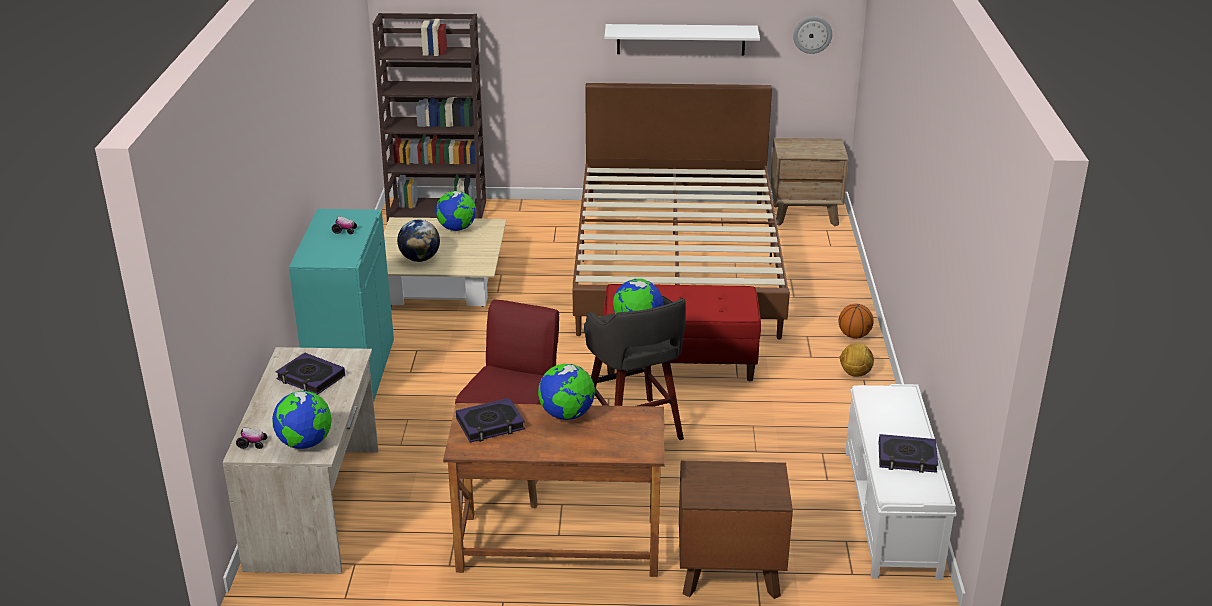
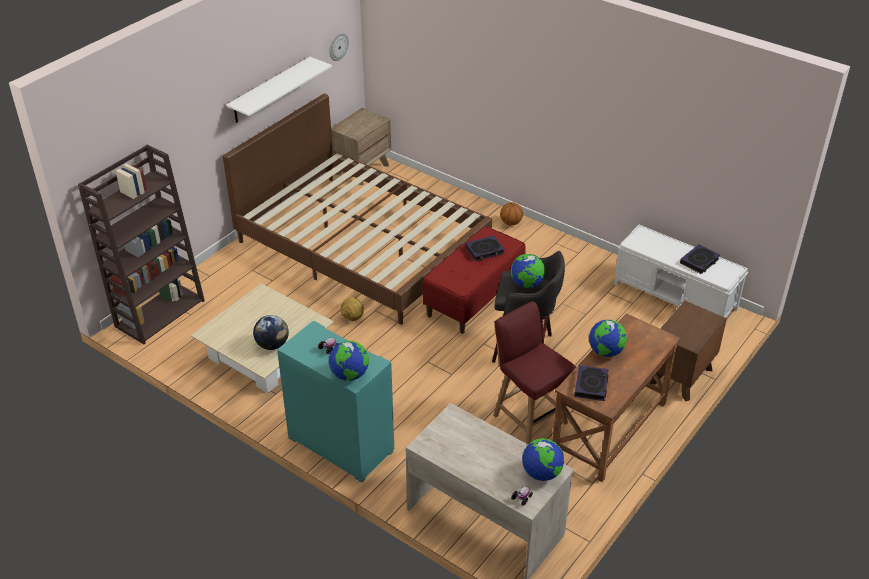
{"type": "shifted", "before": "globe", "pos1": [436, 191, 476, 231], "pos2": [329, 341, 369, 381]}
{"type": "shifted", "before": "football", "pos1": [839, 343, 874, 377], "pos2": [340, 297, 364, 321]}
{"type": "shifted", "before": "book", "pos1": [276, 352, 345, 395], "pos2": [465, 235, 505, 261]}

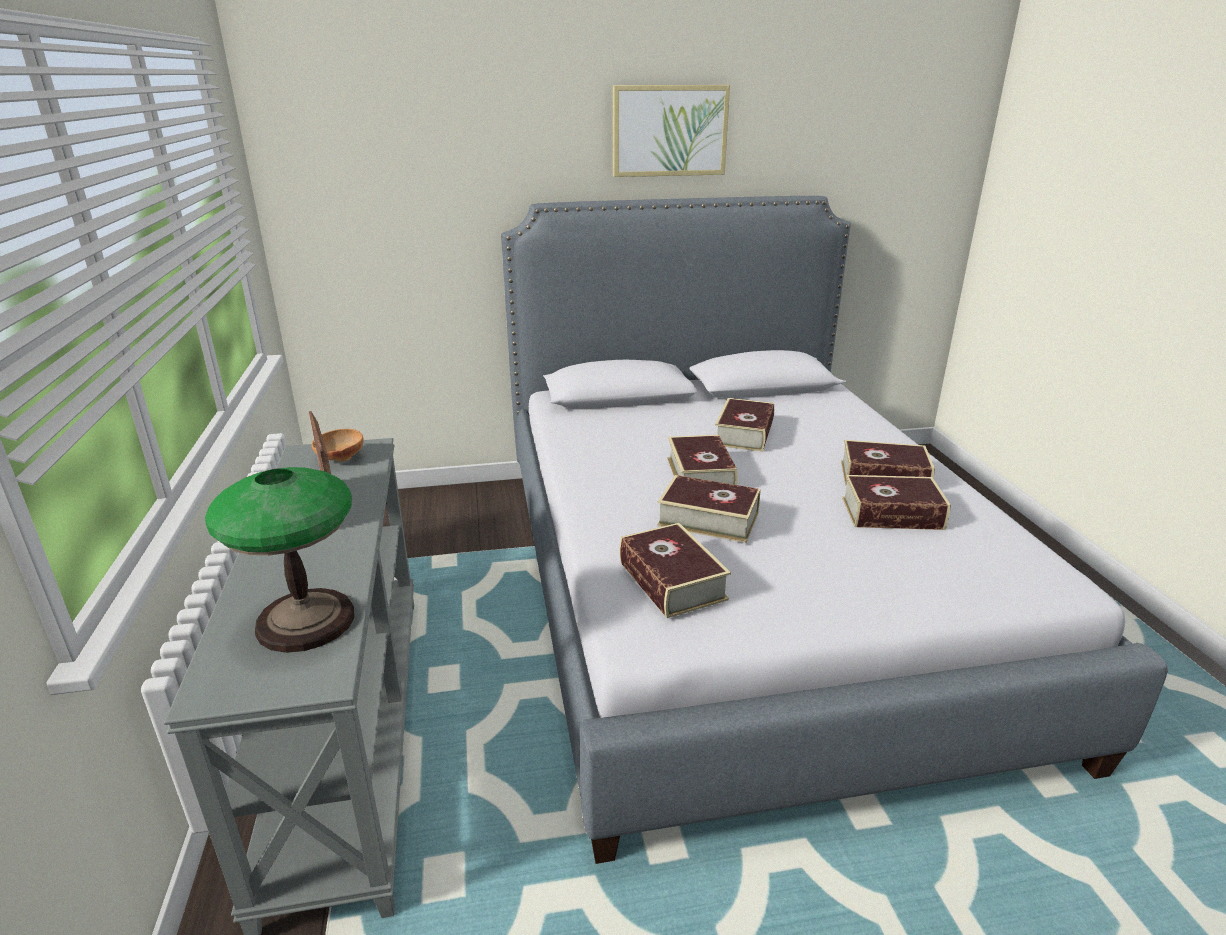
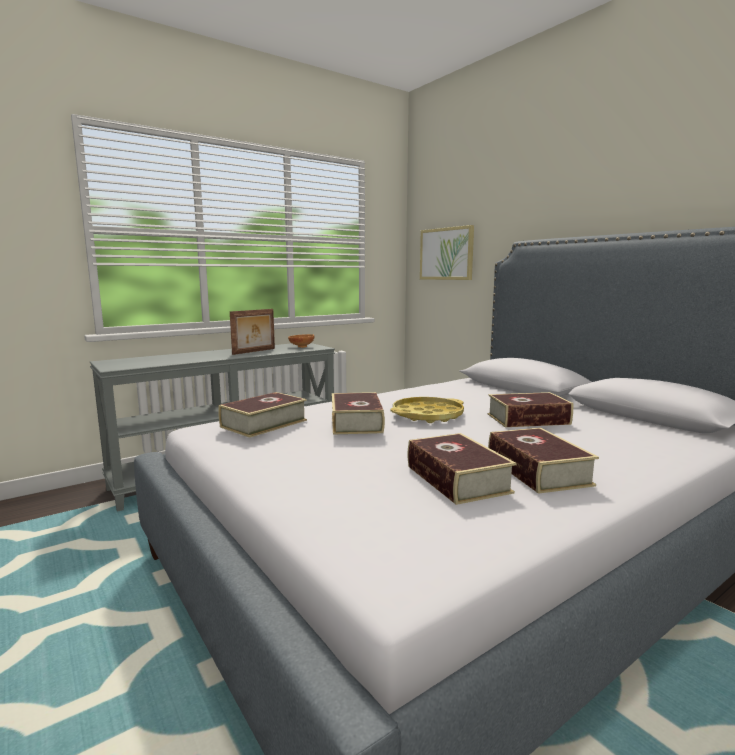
{"type": "swapped", "before": "book", "after": "tray/yellow", "pos1": [667, 435, 738, 485], "pos2": [391, 397, 464, 423]}
{"type": "shifted", "before": "picture", "pos1": [613, 85, 730, 177], "pos2": [420, 225, 474, 280]}
{"type": "gone", "before": "table lamp", "pos1": [205, 467, 355, 653]}

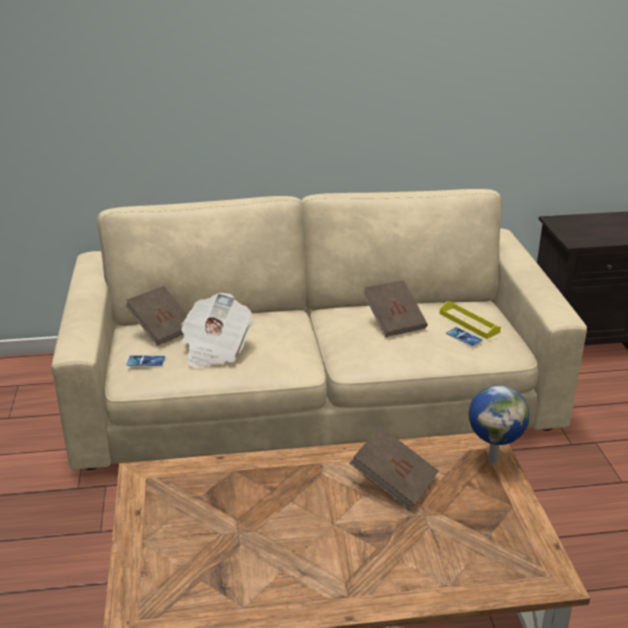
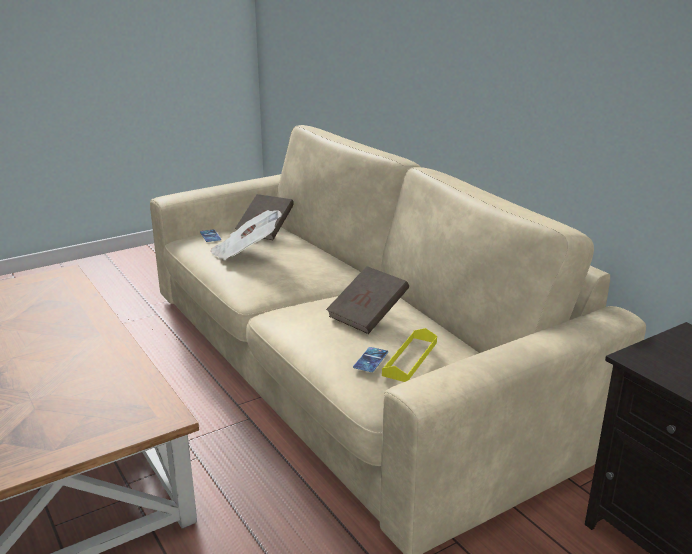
{"type": "gone", "before": "book/brown", "pos1": [350, 426, 439, 511]}
{"type": "gone", "before": "globe", "pos1": [469, 385, 529, 463]}

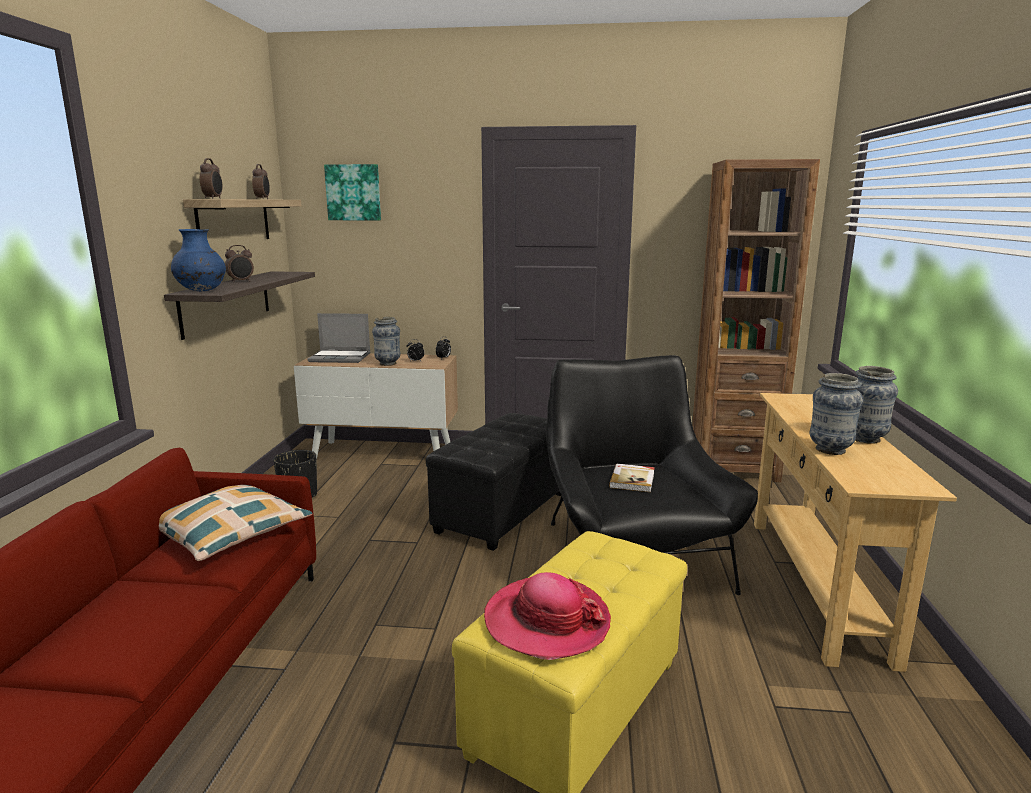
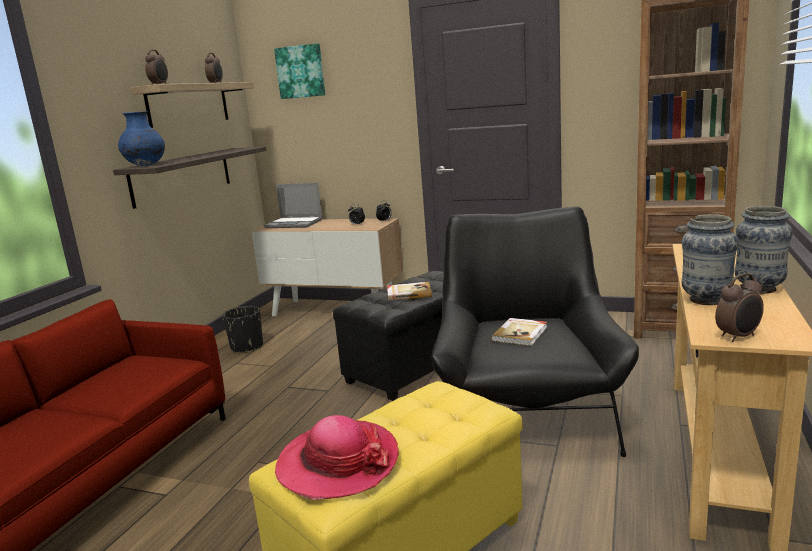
{"type": "new", "after": "book", "pos2": [387, 282, 432, 301]}
{"type": "shifted", "before": "alarm clock", "pos1": [225, 245, 254, 282], "pos2": [715, 273, 764, 342]}
{"type": "gone", "before": "pillow", "pos1": [159, 485, 312, 561]}
{"type": "gone", "before": "vase", "pos1": [372, 317, 400, 366]}

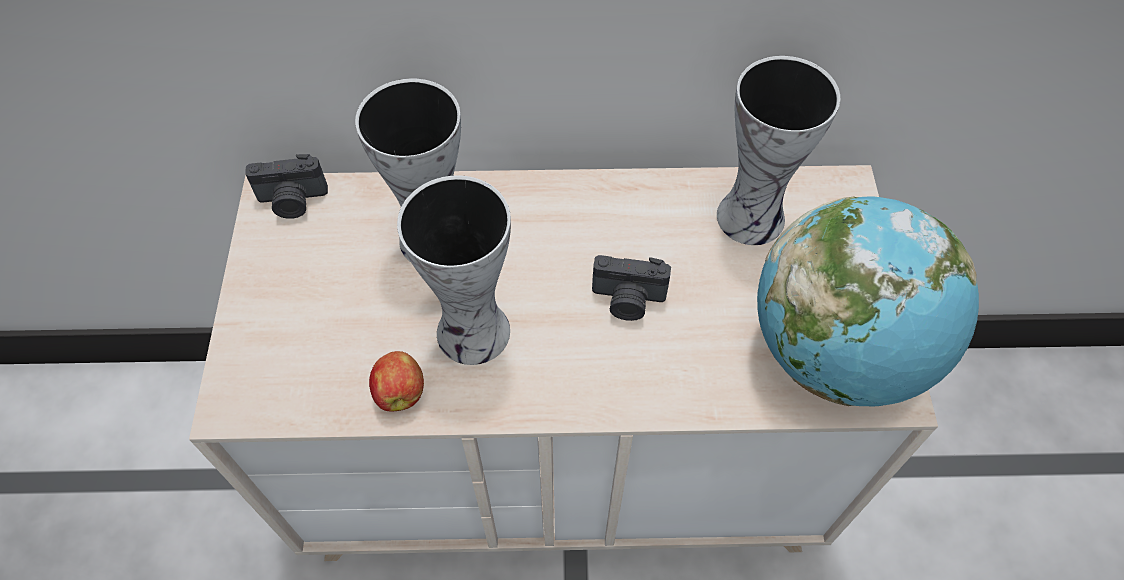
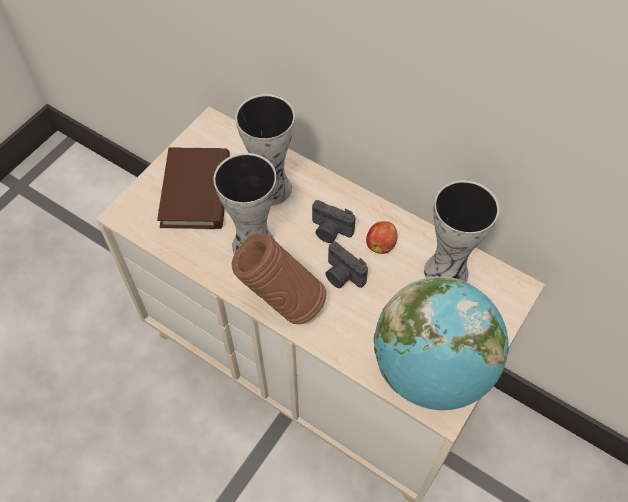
{"type": "new", "after": "book/brown", "pos2": [157, 148, 230, 229]}
{"type": "new", "after": "vase/brown", "pos2": [232, 234, 326, 324]}
{"type": "shifted", "before": "photo camera", "pos1": [245, 154, 328, 219], "pos2": [312, 200, 356, 243]}
{"type": "shifted", "before": "apple", "pos1": [369, 351, 424, 411], "pos2": [366, 221, 397, 254]}

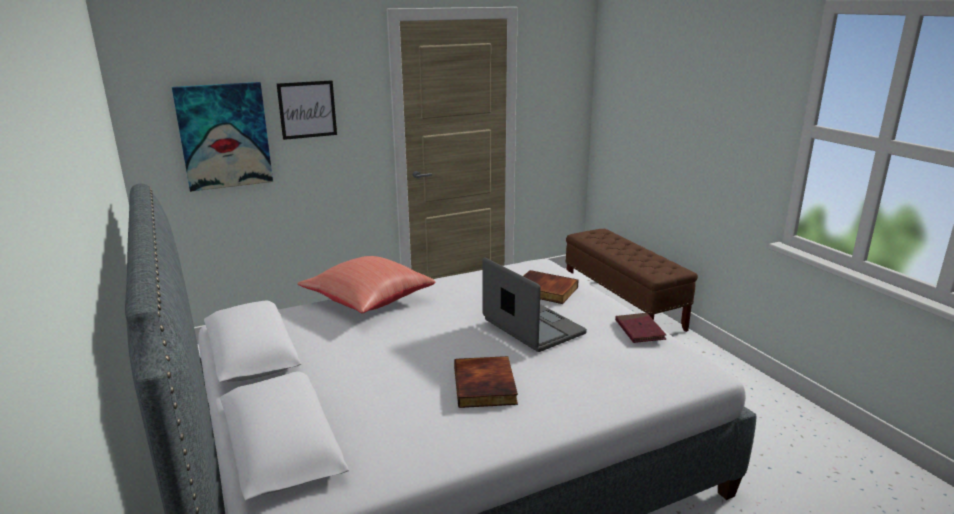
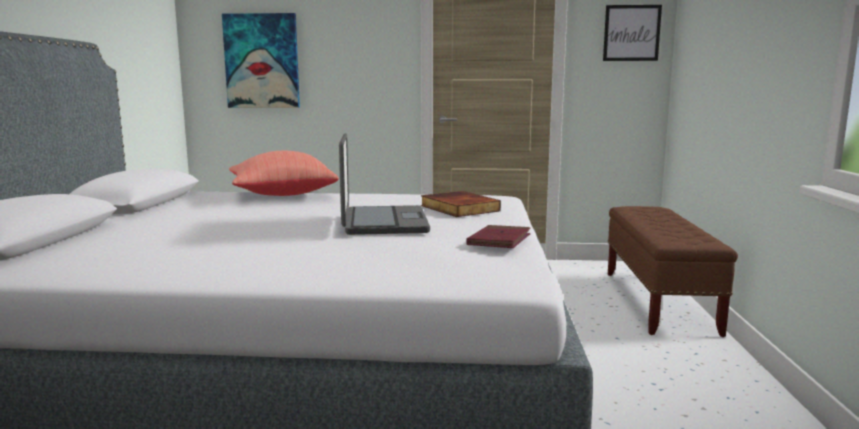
{"type": "shifted", "before": "picture", "pos1": [277, 80, 337, 140], "pos2": [603, 5, 662, 61]}
{"type": "gone", "before": "book", "pos1": [454, 356, 518, 408]}

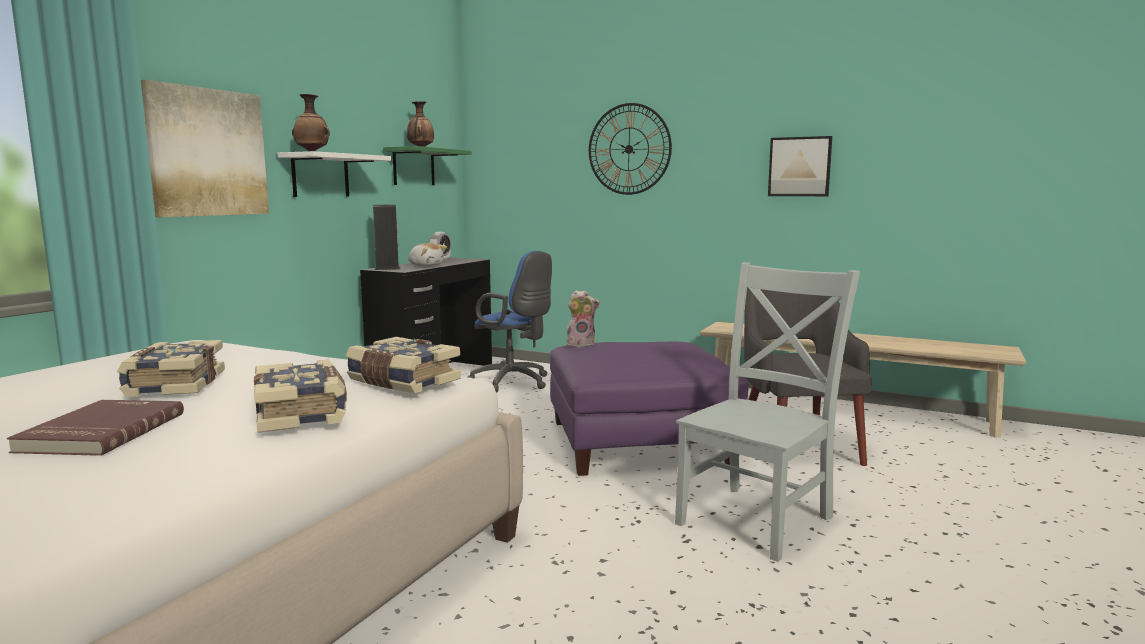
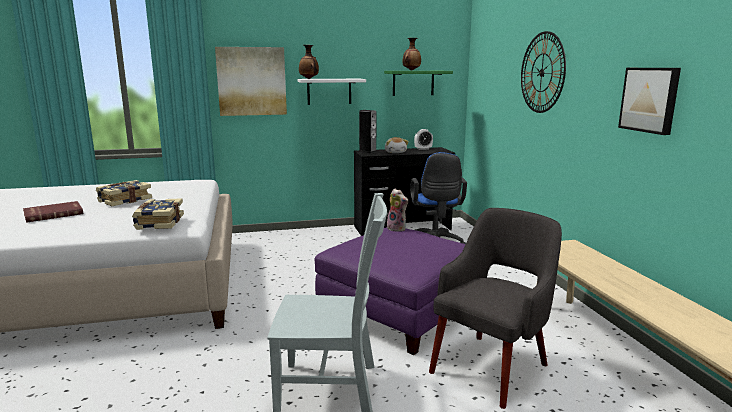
{"type": "gone", "before": "book", "pos1": [254, 360, 347, 433]}

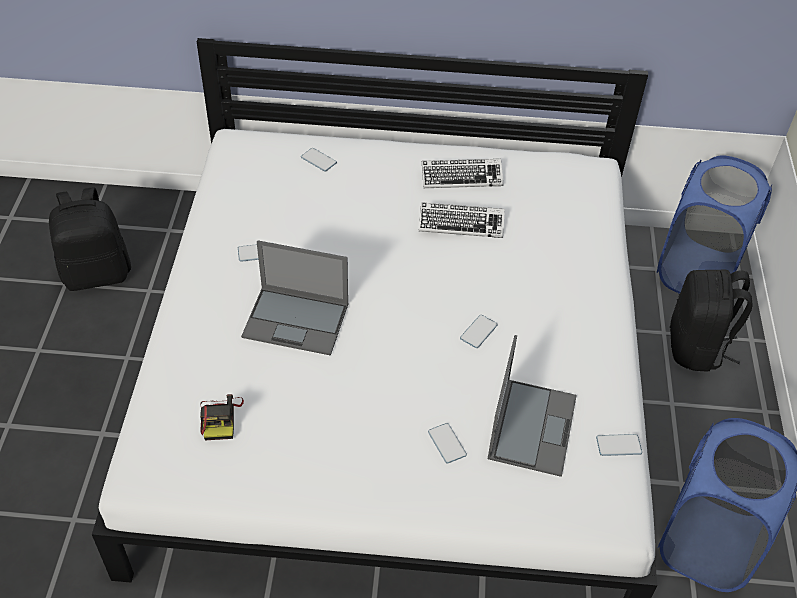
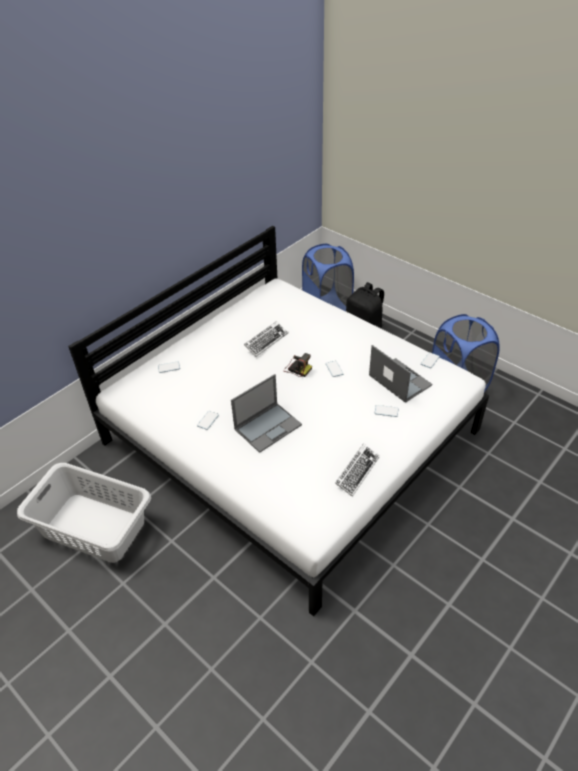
{"type": "swapped", "before": "backpack/black", "after": "laundry basket/grey", "pos1": [49, 187, 131, 291], "pos2": [17, 463, 151, 563]}
{"type": "shifted", "before": "photo camera", "pos1": [200, 394, 244, 440], "pos2": [283, 353, 312, 377]}
{"type": "shifted", "before": "keyboard", "pos1": [422, 159, 504, 188], "pos2": [335, 443, 380, 497]}

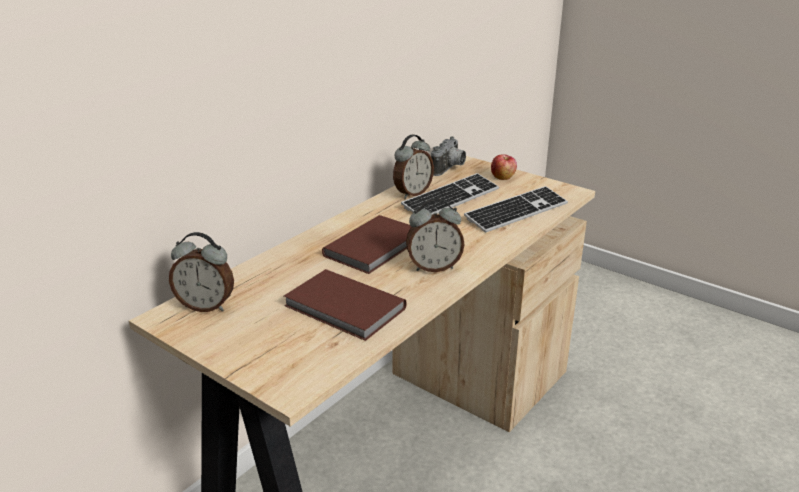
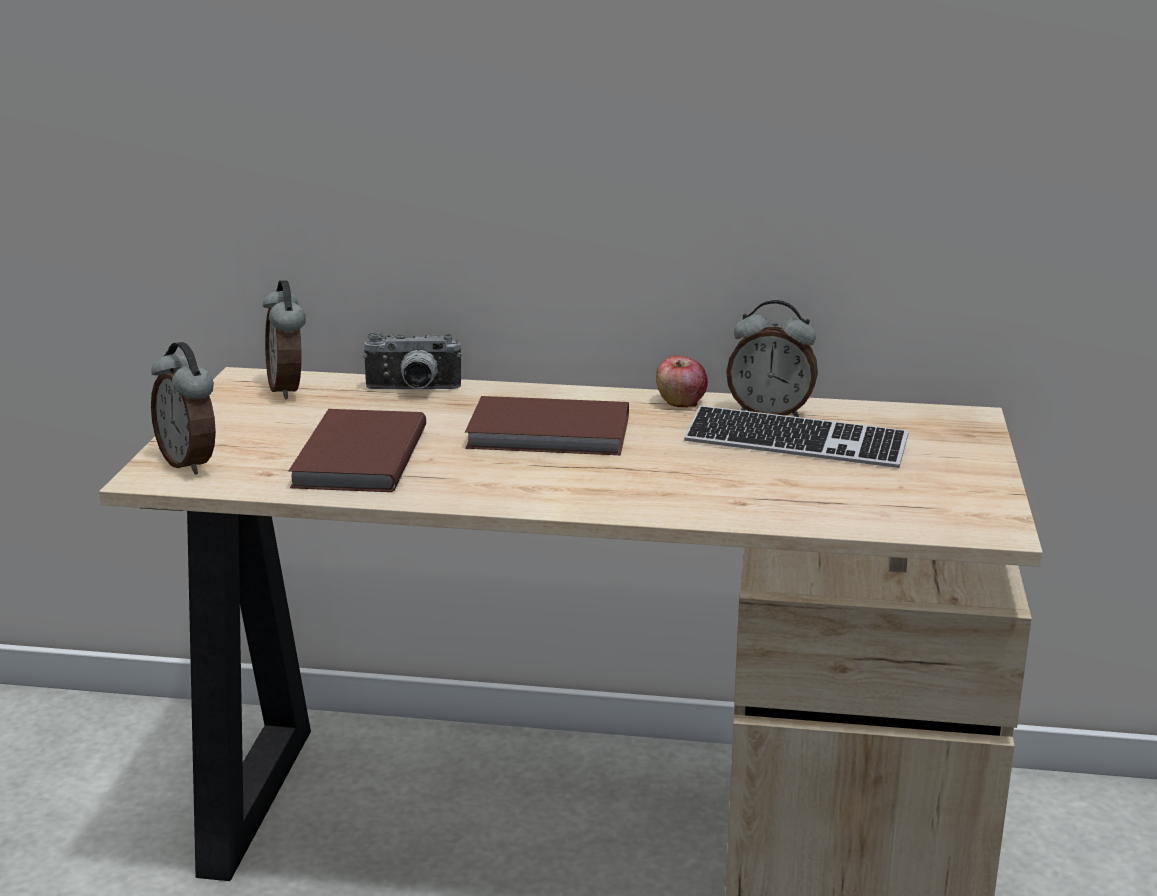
{"type": "shifted", "before": "alarm clock", "pos1": [406, 198, 465, 272], "pos2": [151, 342, 216, 475]}
{"type": "shifted", "before": "photo camera", "pos1": [431, 137, 466, 176], "pos2": [362, 332, 462, 389]}
{"type": "shifted", "before": "apple", "pos1": [491, 154, 517, 180], "pos2": [656, 356, 708, 408]}
{"type": "gone", "before": "keyboard", "pos1": [464, 186, 568, 233]}

